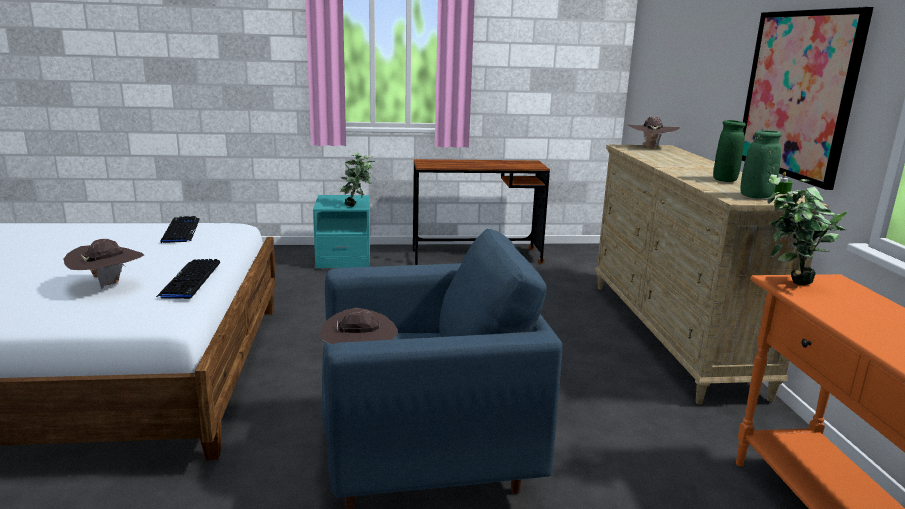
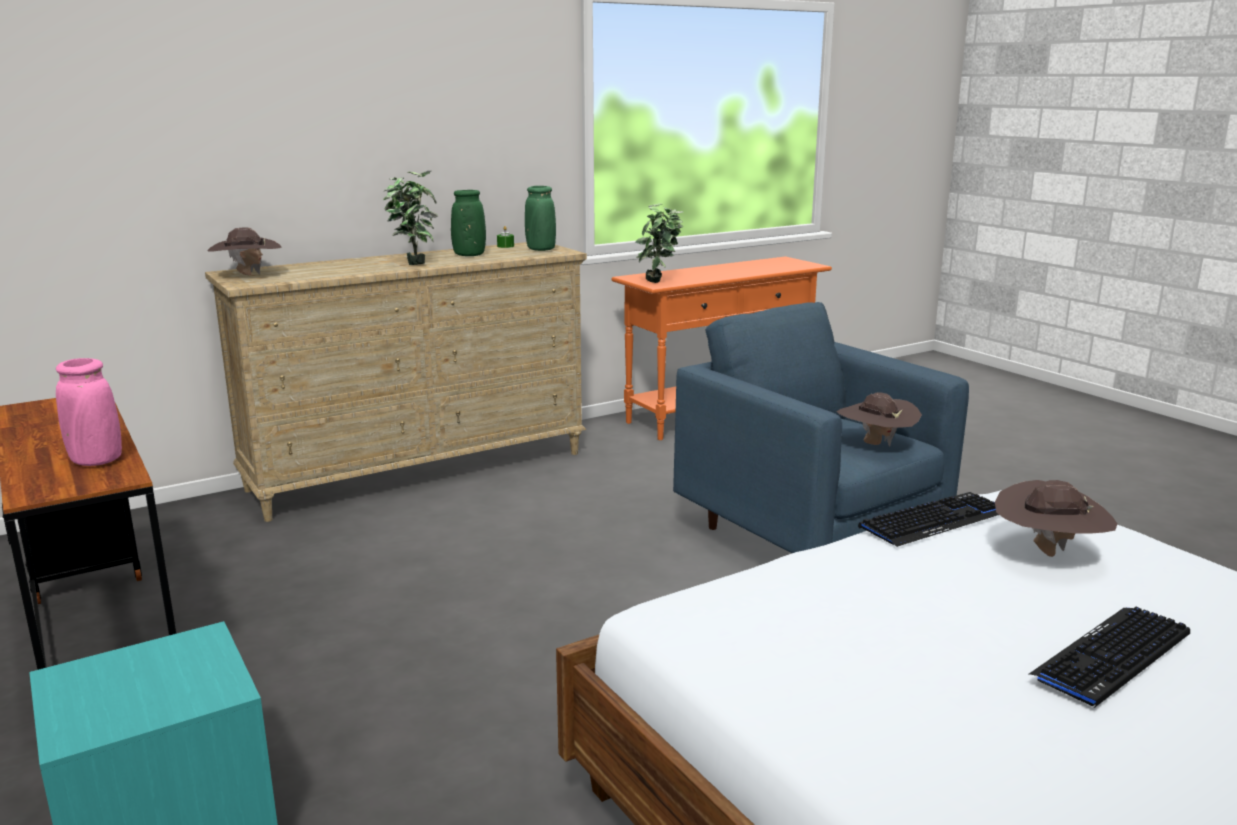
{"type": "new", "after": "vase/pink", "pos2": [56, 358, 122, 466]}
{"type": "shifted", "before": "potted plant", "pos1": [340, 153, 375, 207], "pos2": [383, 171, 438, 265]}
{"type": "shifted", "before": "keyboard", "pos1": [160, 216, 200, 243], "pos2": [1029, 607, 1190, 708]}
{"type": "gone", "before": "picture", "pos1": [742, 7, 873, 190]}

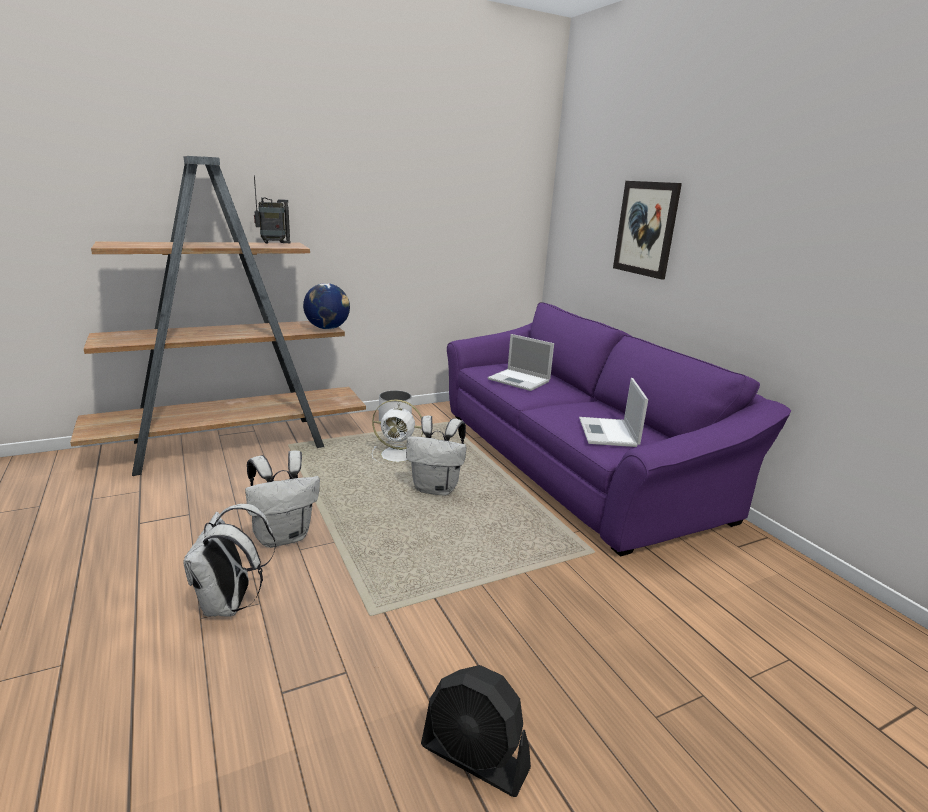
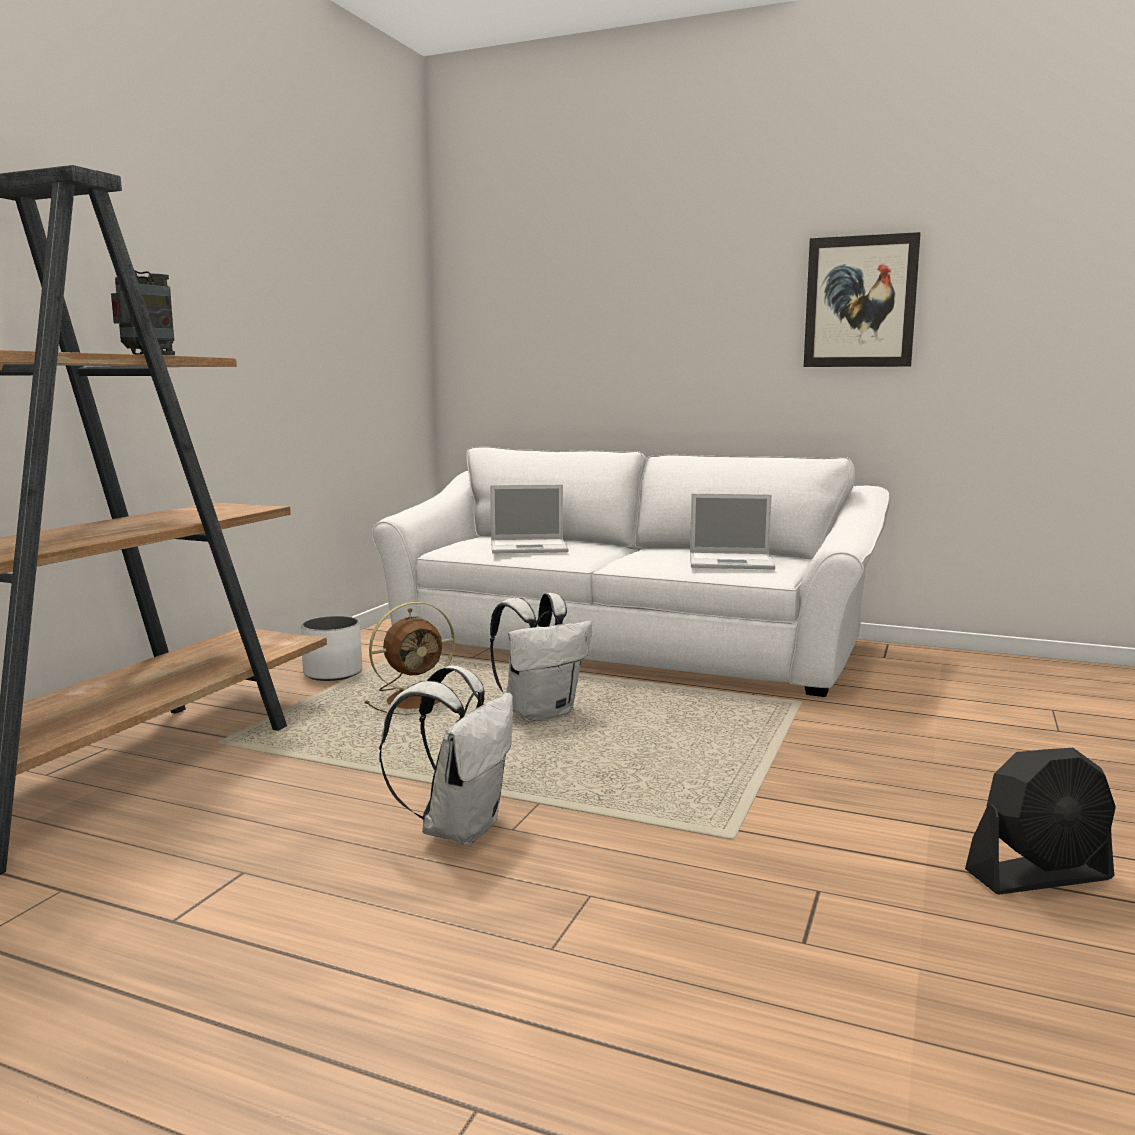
{"type": "repainted", "before": "fan/white", "after": "fan/brown", "pos1": [372, 399, 423, 463], "pos2": [365, 602, 455, 715]}
{"type": "repainted", "before": "sofa/purple", "after": "sofa/white", "pos1": [447, 302, 791, 556], "pos2": [371, 446, 889, 697]}
{"type": "rotated", "before": "laptop", "pos1": [579, 378, 648, 447], "pos2": [690, 493, 775, 570], "turn": -45}
{"type": "shifted", "before": "picture", "pos1": [613, 181, 682, 280], "pos2": [804, 232, 921, 367]}
{"type": "gone", "before": "backpack/white", "pos1": [183, 504, 276, 617]}
{"type": "gone", "before": "globe", "pos1": [303, 283, 350, 329]}

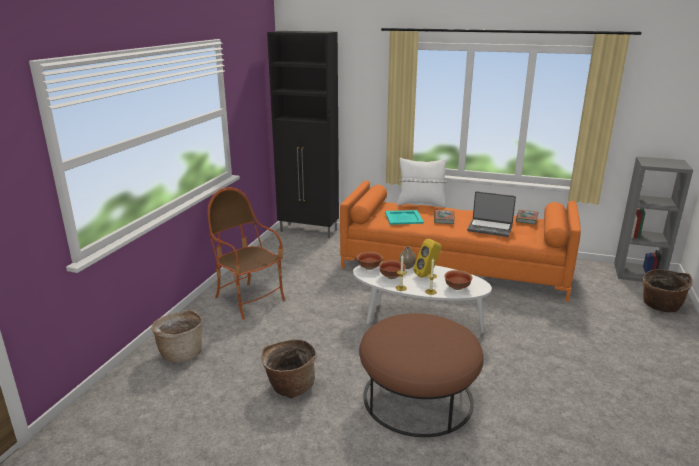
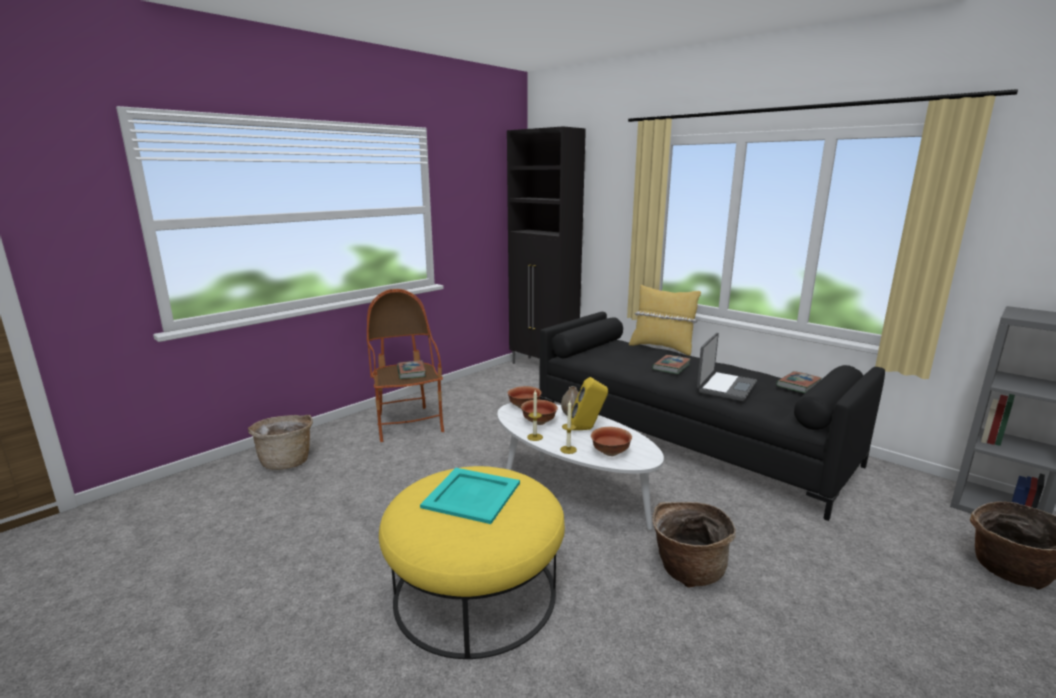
{"type": "repainted", "before": "ottoman/brown", "after": "ottoman/yellow", "pos1": [359, 313, 484, 437], "pos2": [379, 466, 565, 659]}
{"type": "new", "after": "book", "pos2": [397, 361, 426, 379]}
{"type": "shifted", "before": "tray/turquoise", "pos1": [385, 210, 424, 225], "pos2": [420, 468, 520, 524]}
{"type": "repainted", "before": "sofa/orange", "after": "sofa/black", "pos1": [340, 181, 581, 302], "pos2": [539, 312, 885, 521]}
{"type": "repainted", "before": "pillow/white", "after": "pillow/yellow", "pos1": [397, 158, 447, 208], "pos2": [629, 285, 701, 356]}
{"type": "shifted", "before": "basket", "pos1": [261, 339, 317, 399], "pos2": [653, 502, 736, 588]}
{"type": "rotated", "before": "laptop", "pos1": [467, 191, 516, 237], "pos2": [697, 333, 757, 401], "turn": -105}

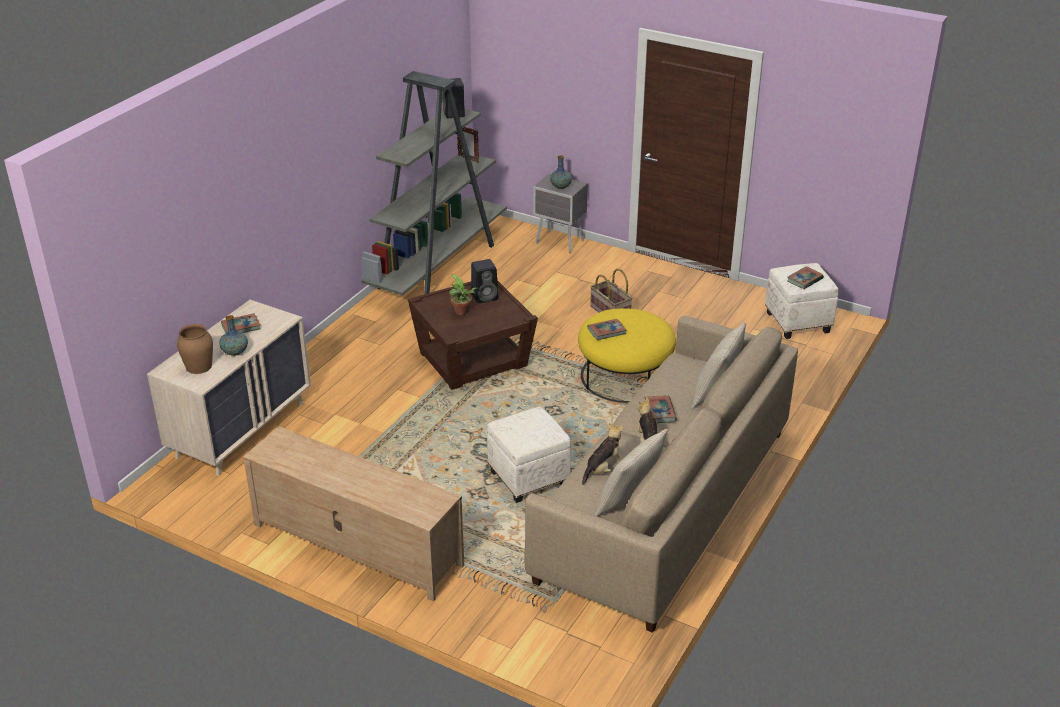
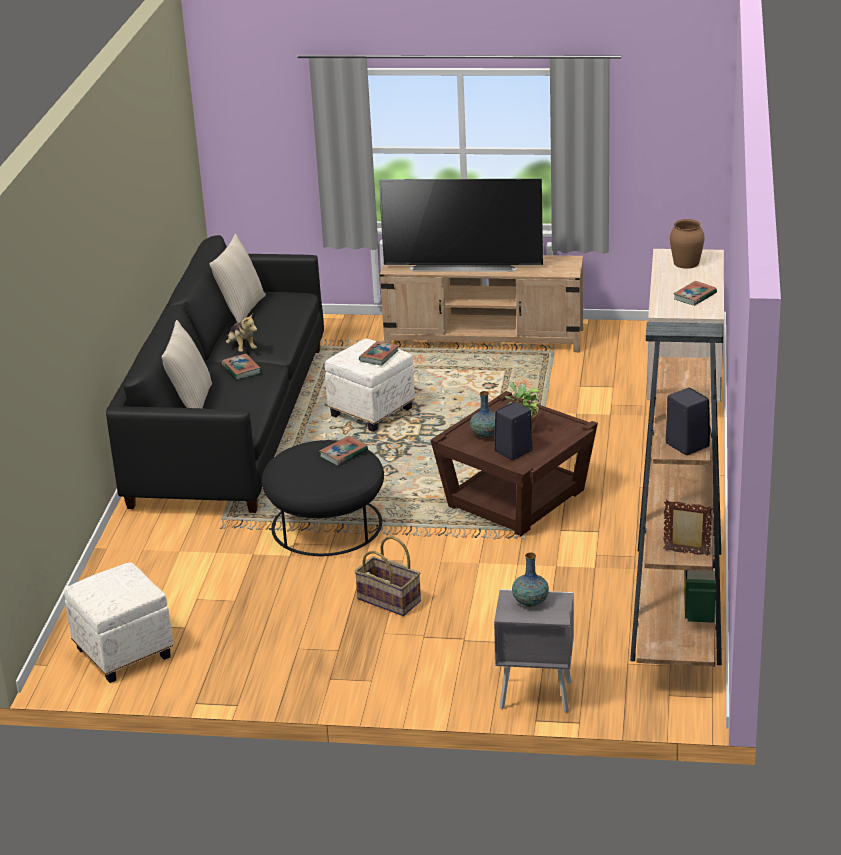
{"type": "repainted", "before": "sofa/beige", "after": "sofa/black", "pos1": [525, 316, 798, 633], "pos2": [106, 235, 324, 513]}
{"type": "repainted", "before": "ottoman/yellow", "after": "ottoman/black", "pos1": [578, 308, 676, 403], "pos2": [262, 440, 384, 556]}
{"type": "shifted", "before": "book", "pos1": [787, 266, 824, 289], "pos2": [359, 341, 399, 366]}
{"type": "new", "after": "television", "pos2": [379, 179, 543, 271]}
{"type": "shifted", "before": "vase", "pos1": [219, 315, 248, 356], "pos2": [470, 391, 495, 438]}
{"type": "repainted", "before": "bookcase/grey", "after": "bookcase/brown", "pos1": [361, 71, 507, 296], "pos2": [630, 322, 723, 667]}
{"type": "gone", "before": "plush toy", "pos1": [582, 423, 623, 485]}

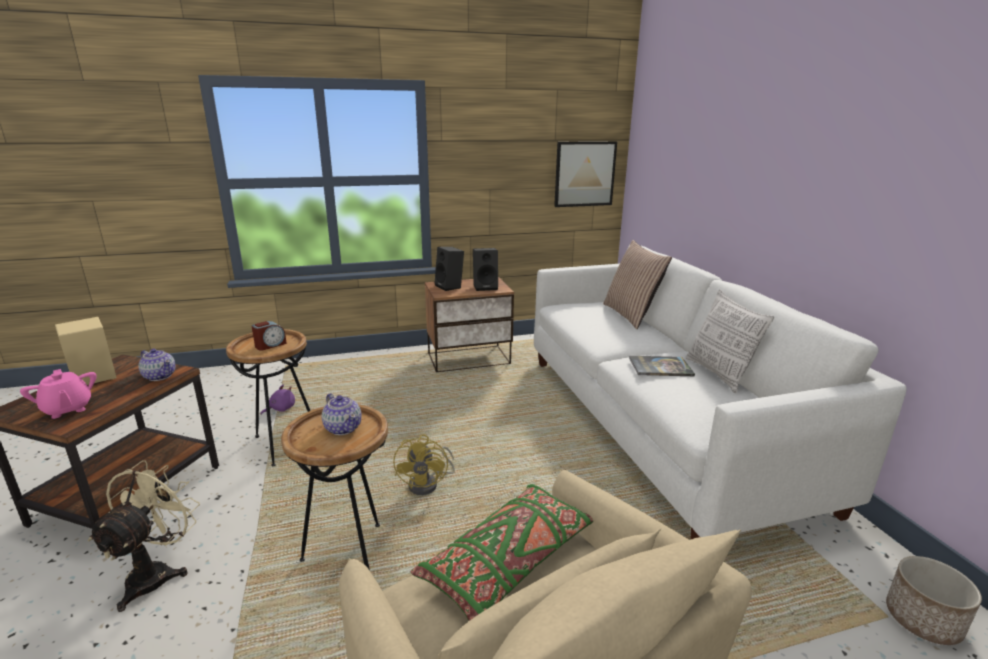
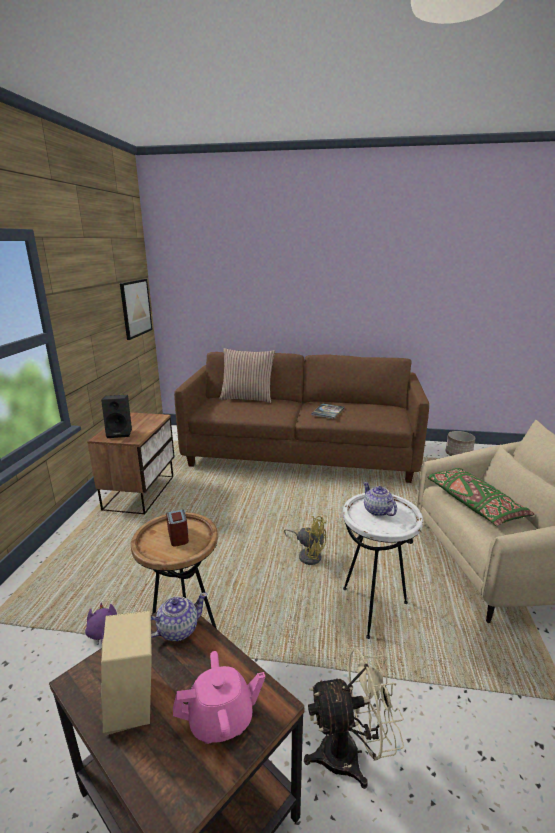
{"type": "repainted", "before": "sofa/white", "after": "sofa/brown", "pos1": [534, 245, 907, 539], "pos2": [174, 352, 429, 483]}
{"type": "rotated", "before": "fan/beige", "pos1": [88, 460, 200, 612], "pos2": [304, 646, 404, 789], "turn": 135}
{"type": "repainted", "before": "side table/brown", "after": "side table/white", "pos1": [281, 404, 388, 571], "pos2": [343, 493, 423, 639]}
{"type": "rotated", "before": "teapot", "pos1": [322, 393, 362, 435], "pos2": [363, 482, 397, 516], "turn": -105}
{"type": "gone", "before": "speaker/black", "pos1": [473, 248, 498, 291]}
{"type": "gone", "before": "pillow", "pos1": [686, 289, 774, 393]}

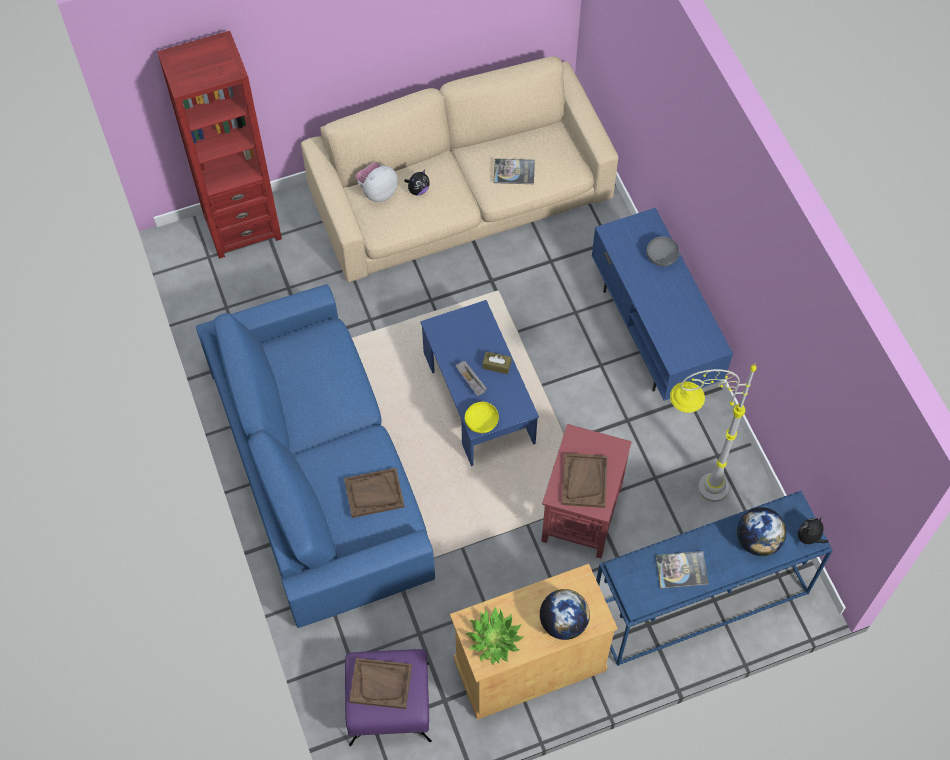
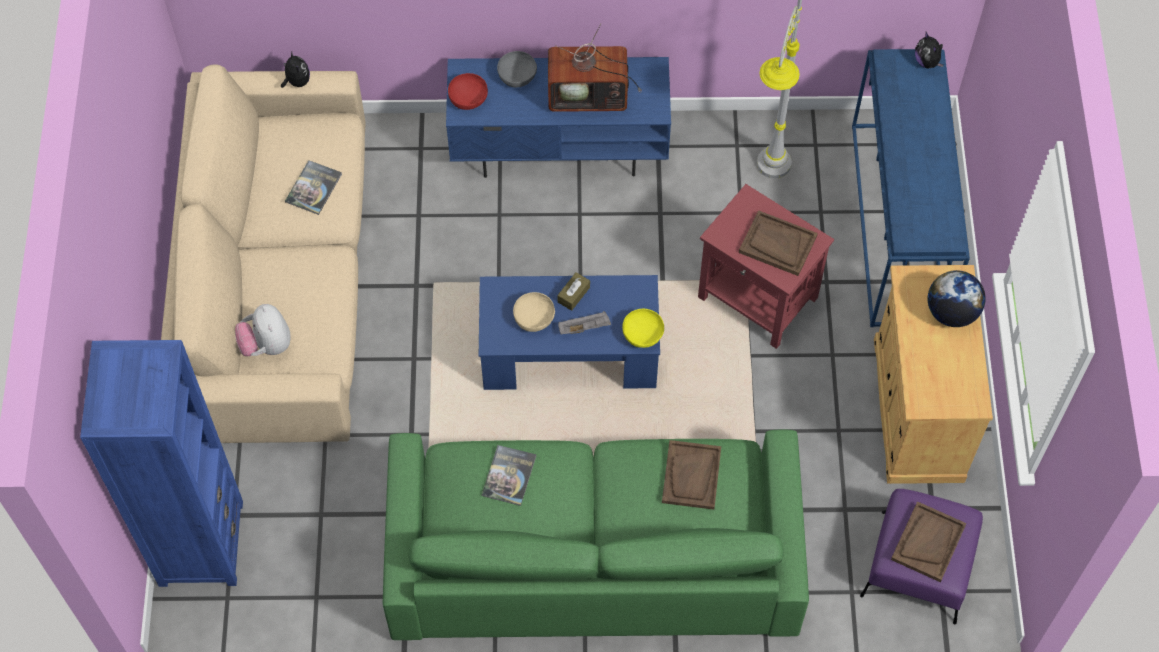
{"type": "repainted", "before": "bookcase/red", "after": "bookcase/blue", "pos1": [157, 31, 282, 259], "pos2": [80, 340, 243, 587]}
{"type": "shifted", "before": "plush toy", "pos1": [404, 170, 430, 196], "pos2": [281, 52, 310, 88]}
{"type": "repainted", "before": "sofa/blue", "after": "sofa/green", "pos1": [196, 284, 435, 628], "pos2": [383, 429, 809, 640]}
{"type": "new", "after": "bowl/red", "pos2": [448, 73, 488, 110]}
{"type": "shifted", "before": "book", "pos1": [655, 551, 709, 589], "pos2": [482, 445, 536, 506]}
{"type": "new", "after": "bowl/beige", "pos2": [513, 292, 555, 332]}
{"type": "new", "after": "television", "pos2": [548, 23, 642, 112]}
{"type": "gone", "before": "potted plant", "pos1": [465, 607, 523, 665]}
{"type": "gone", "before": "globe", "pos1": [737, 507, 787, 556]}

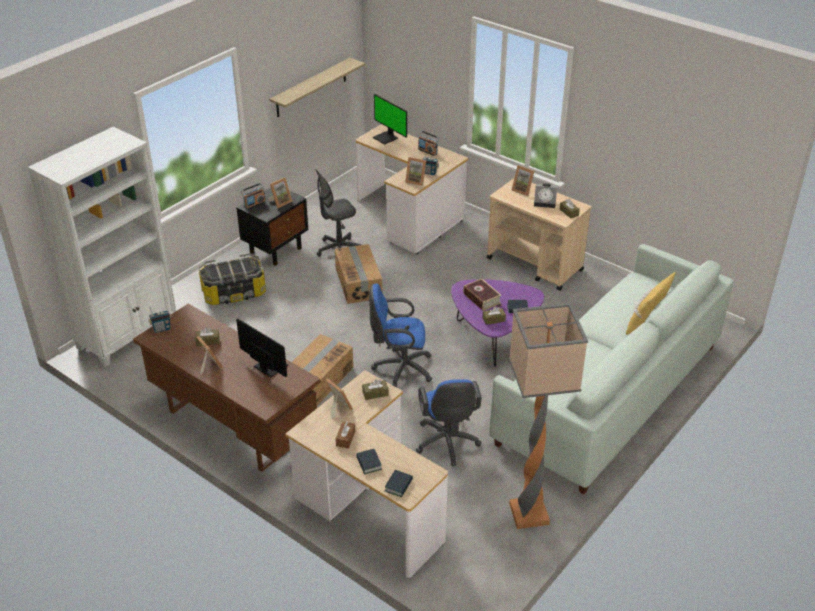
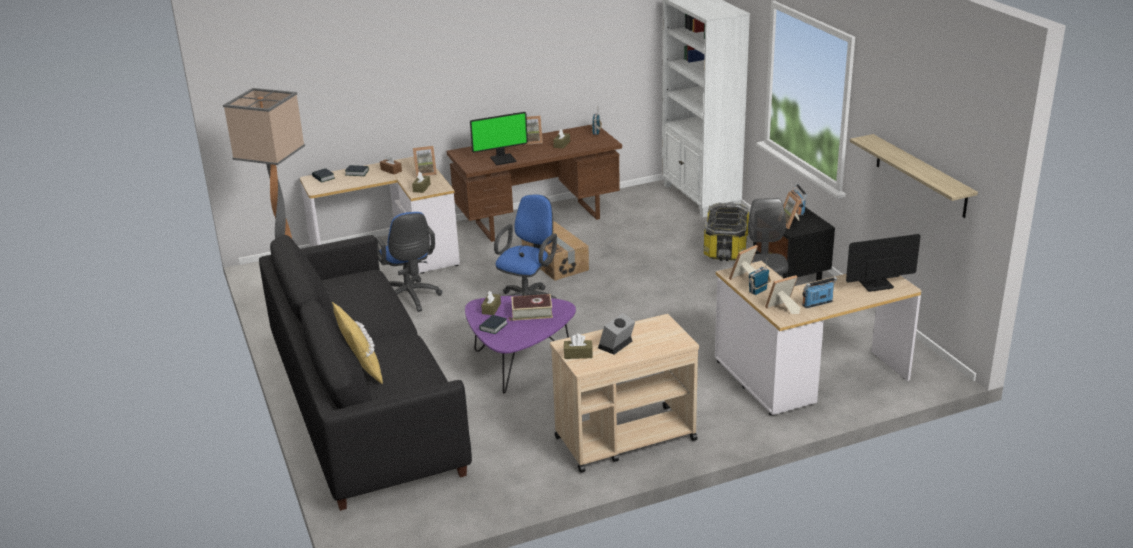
{"type": "repainted", "before": "sofa/white", "after": "sofa/black", "pos1": [489, 244, 734, 494], "pos2": [259, 235, 472, 511]}
{"type": "rotated", "before": "office chair/blue", "pos1": [416, 379, 482, 466], "pos2": [375, 212, 442, 312], "turn": -135}
{"type": "shifted", "before": "picture frame", "pos1": [512, 165, 534, 196], "pos2": [765, 275, 801, 314]}
{"type": "gone", "before": "cardboard box", "pos1": [335, 244, 382, 304]}

